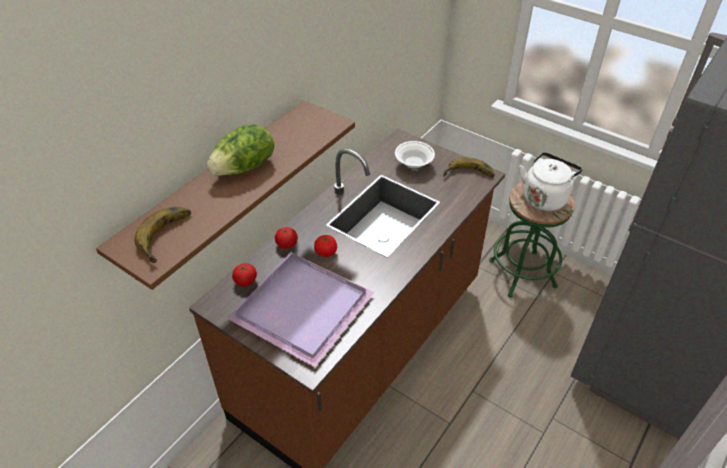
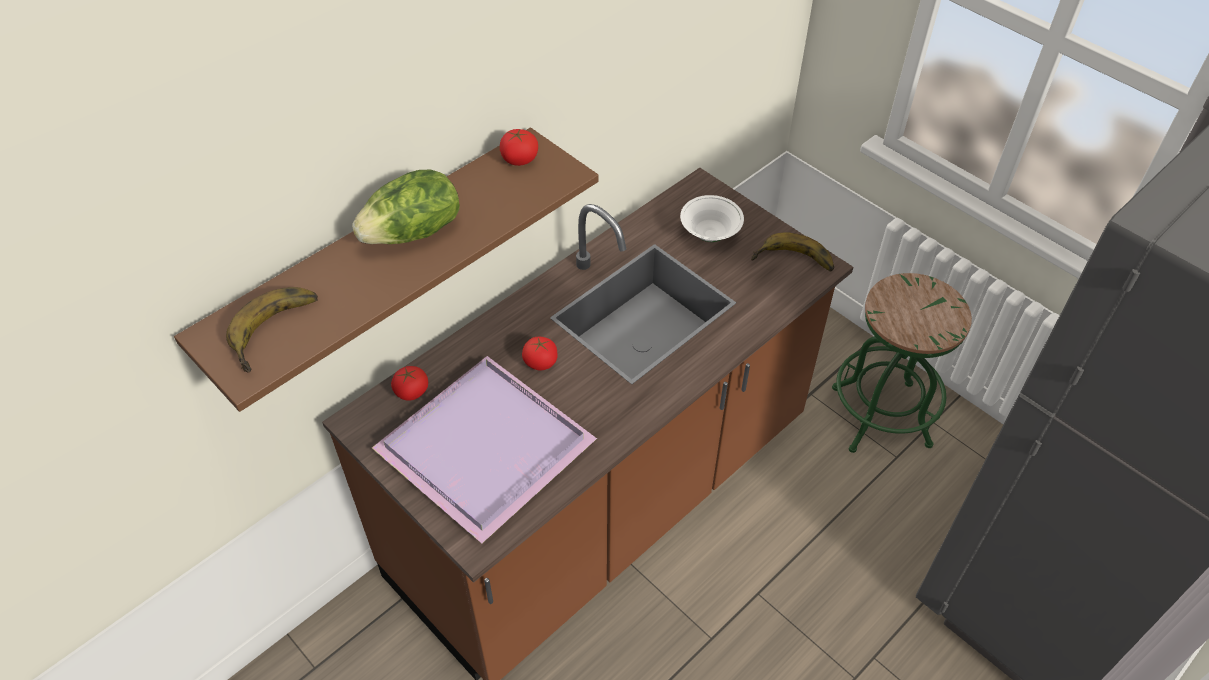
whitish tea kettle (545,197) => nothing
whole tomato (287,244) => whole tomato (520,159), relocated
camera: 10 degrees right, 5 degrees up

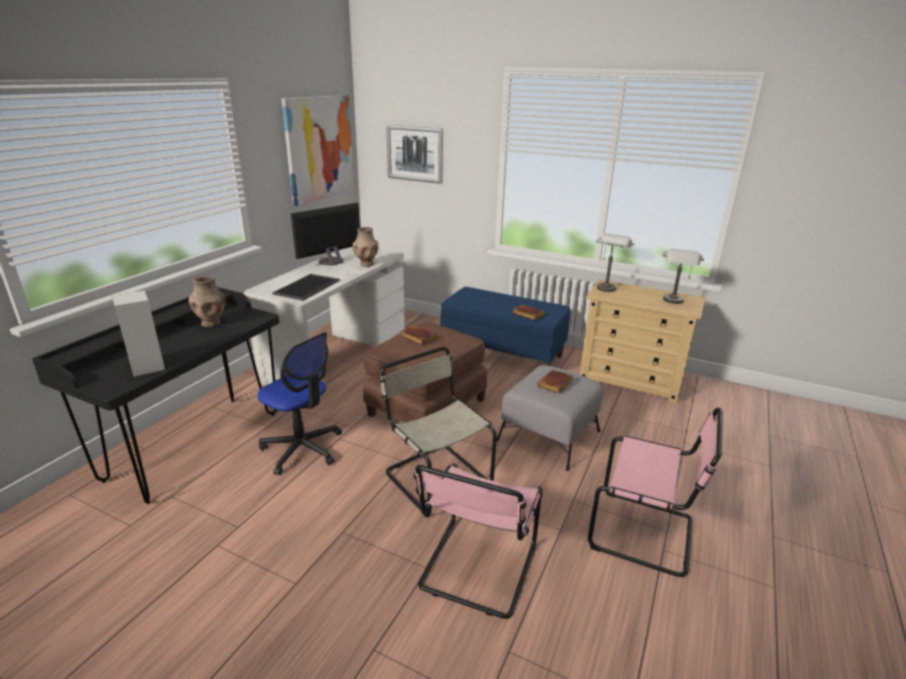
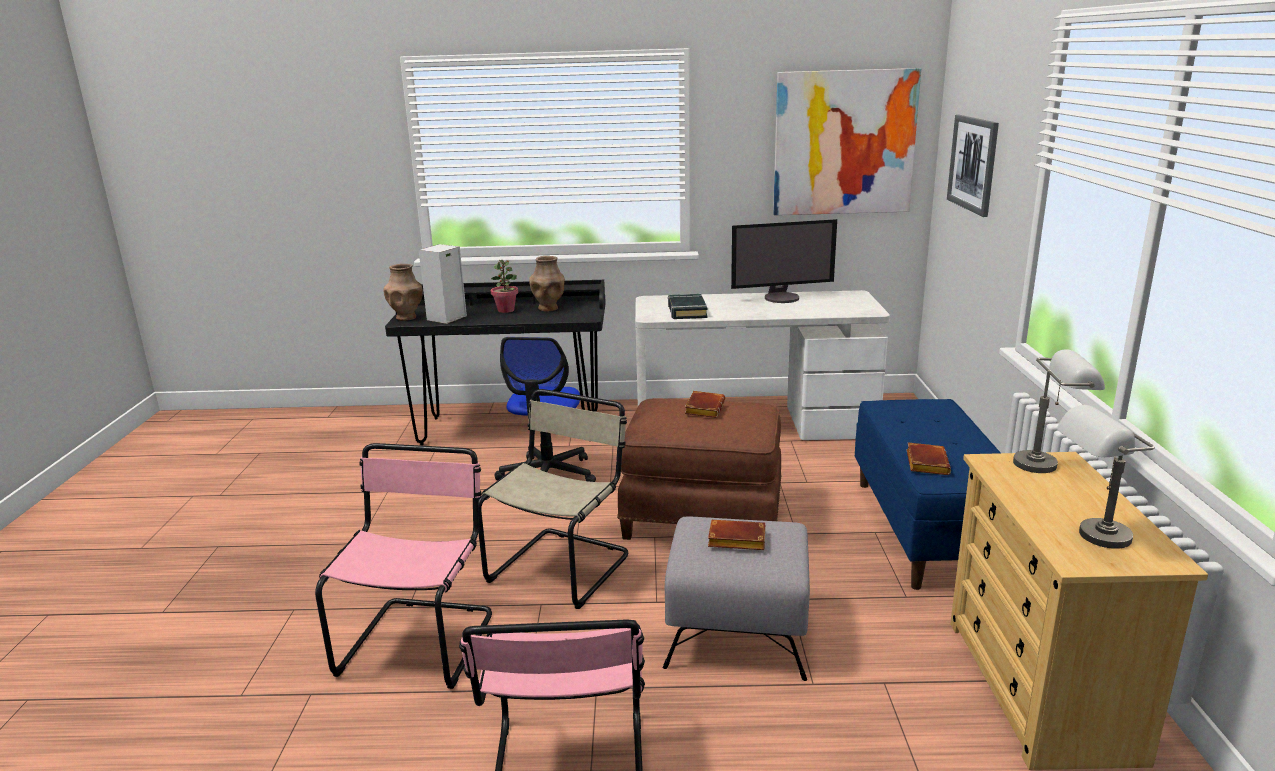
computer display (331,261) => computer display (782,298), 150 degrees clockwise
brown-coloured vase (366,264) => brown-coloured vase (406,317), relocated
tray (307,287) => black-coloured bound book (686,311)
pink-coloured plain chair (476,570) => pink-coloured plain chair (420,640), 105 degrees clockwise
nothing => potted plant (506,310)
camera: 65 degrees right, 5 degrees down

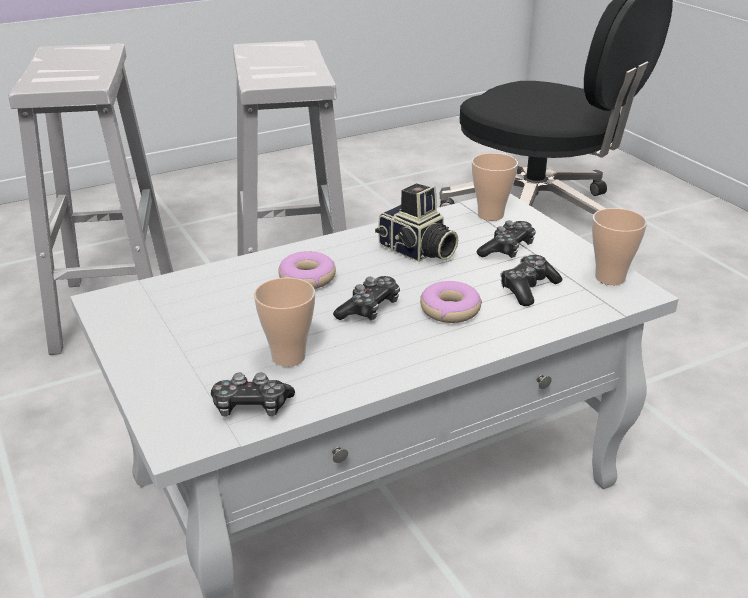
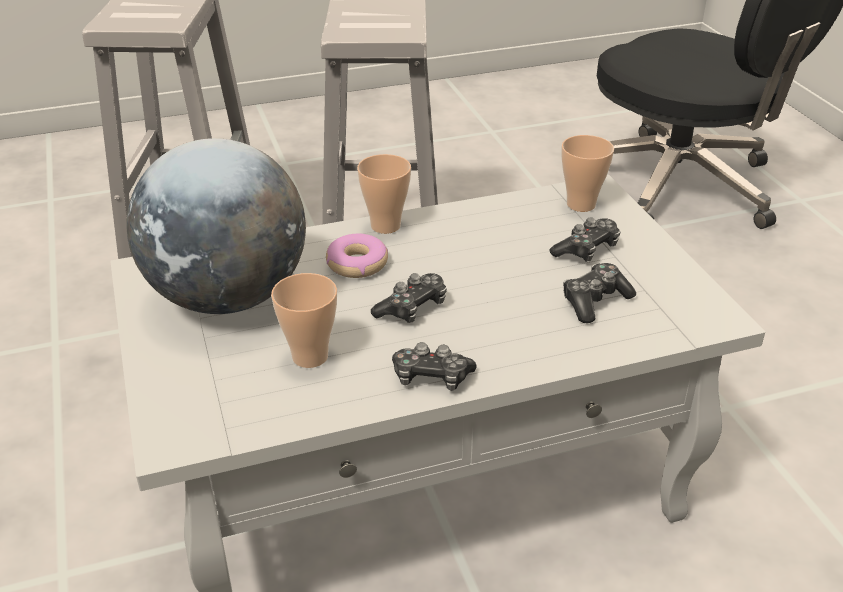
photo camera (416,251) => nothing
drinking cup (610,278) => drinking cup (385,225), relocated
ring doughnut (450,310) => nothing
gamepad (251,407) => gamepad (431,377), relocated
nothing => globe (229,296)
camera: 10 degrees right, 5 degrees up

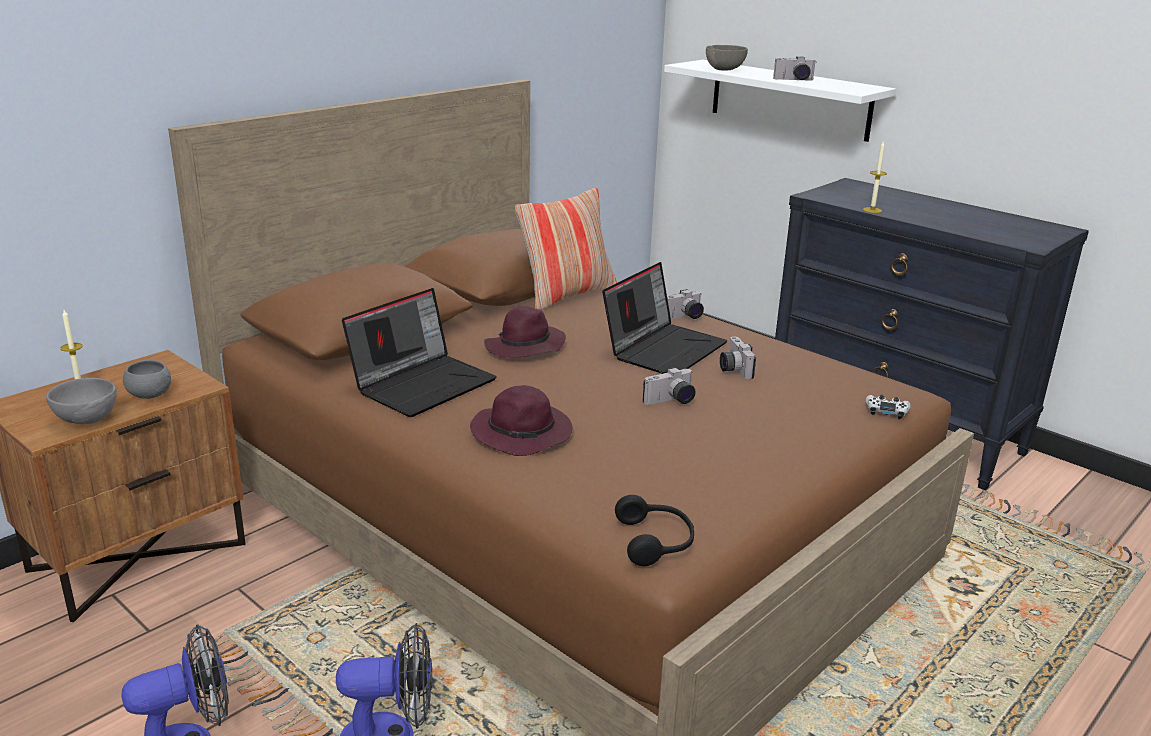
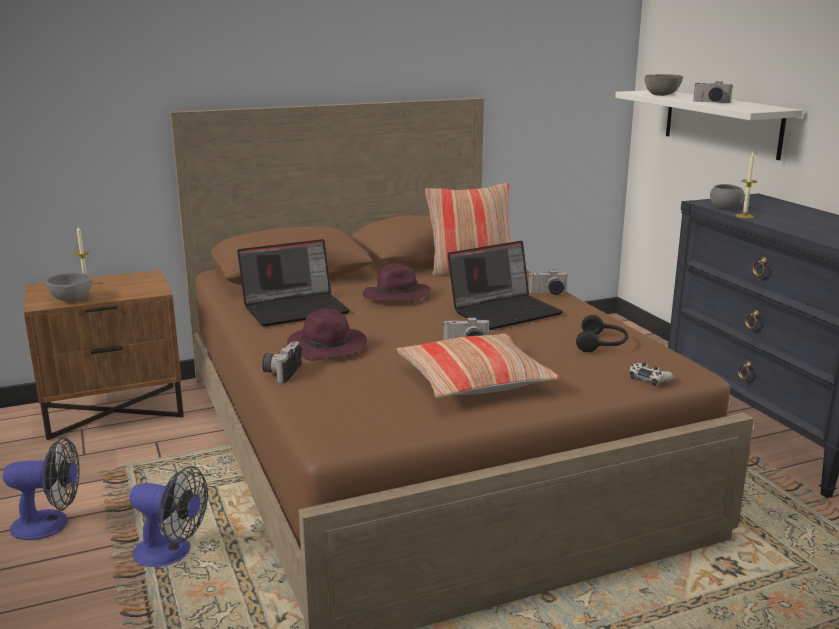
photo camera (732,369) => photo camera (281,372), relocated
grey serving bowl (149,395) => grey serving bowl (725,209), relocated
black-coloured headset (656,542) => black-coloured headset (602,344), relocated
nothing => throw pillow (474,381)
camera: 25 degrees right, 5 degrees down

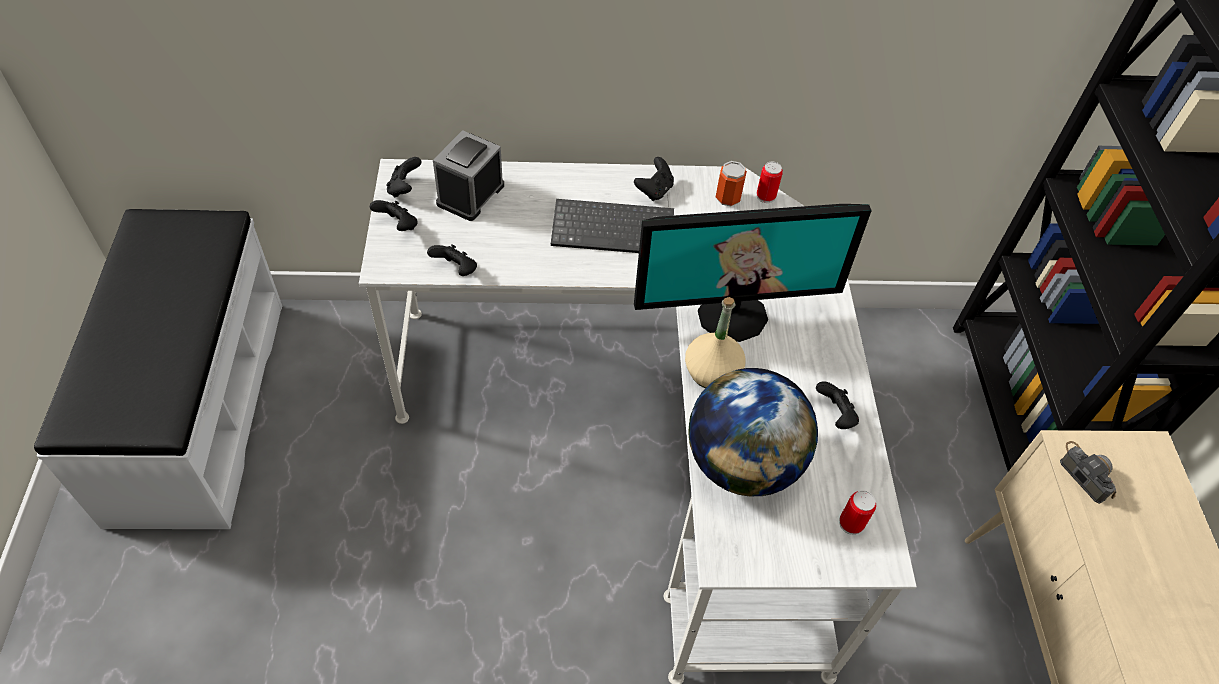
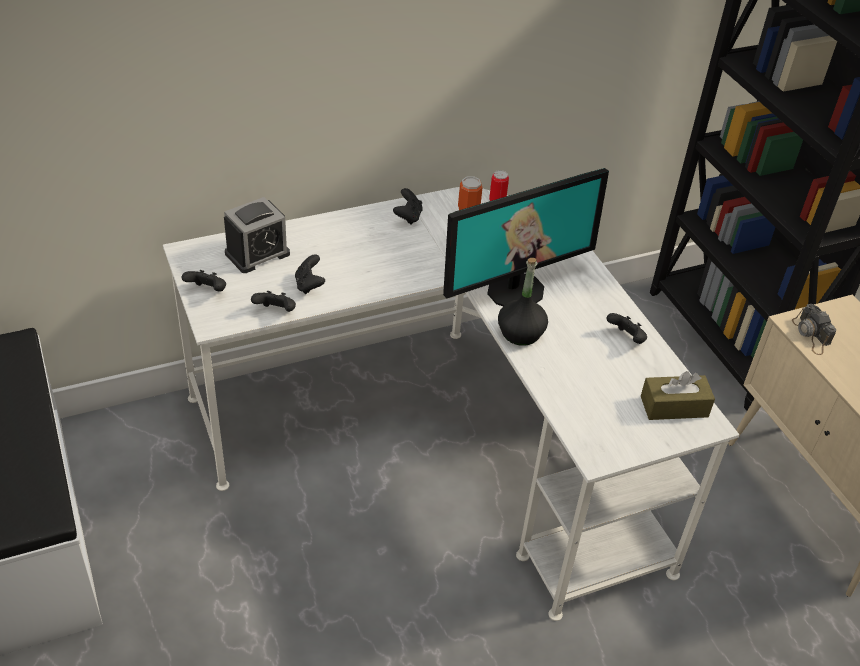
alarm clock (470,194) => alarm clock (257,253), 135 degrees counterclockwise
black-coloured gamepad (404,188) => black-coloured gamepad (309,285), relocated
PC keyboard (614,228) => nothing
beige bottle (711,372) => black-coloured bottle (520,333)
globe (742,463) => nothing
photo camera (1085,472) => photo camera (811,335), 150 degrees counterclockwise
sealed can (851,523) => brown-coloured tissue holder (674,406)
camera: 20 degrees left, 10 degrees down

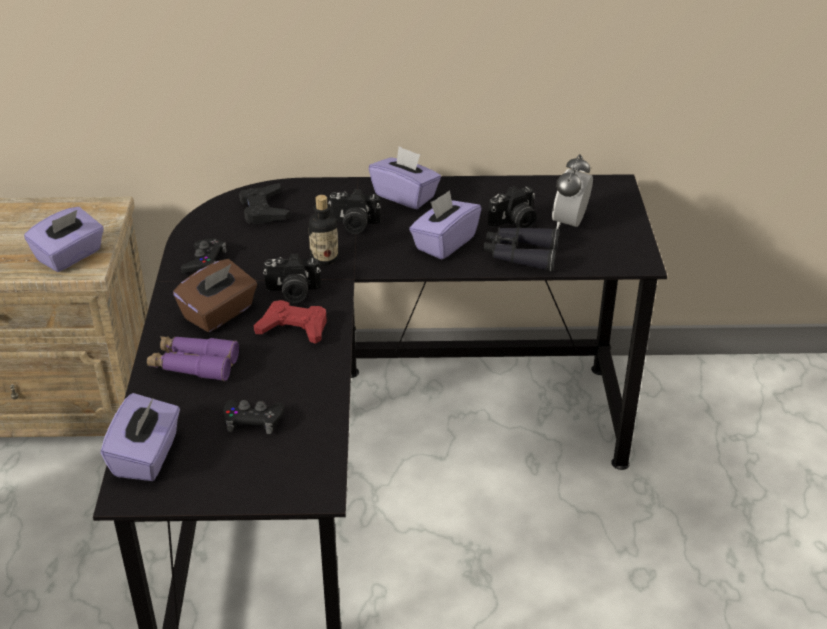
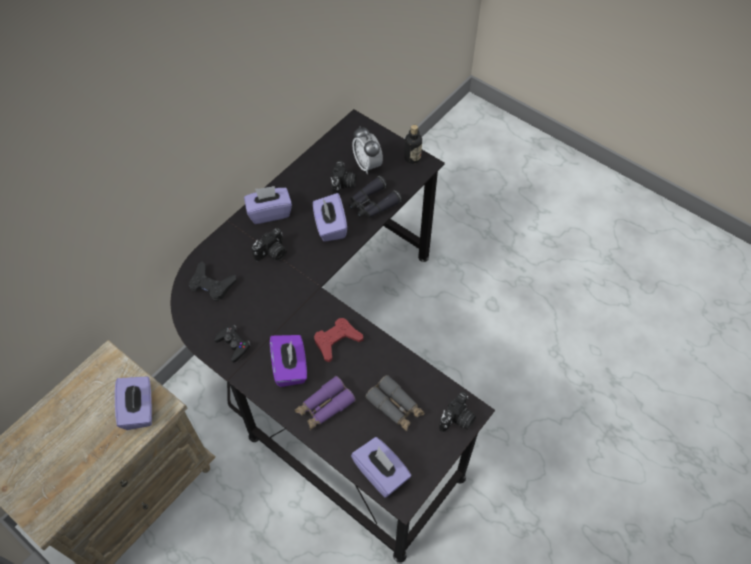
bottle (324,258) => bottle (412,158), relocated
photo camera (293,292) => photo camera (457,420), relocated
brown-coloured tissue holder (219,313) => purple-coloured tissue holder (290,367)
black-coloured gamepad (253,420) => grey field glasses (395,407)
camera: 50 degrees left, 20 degrees up

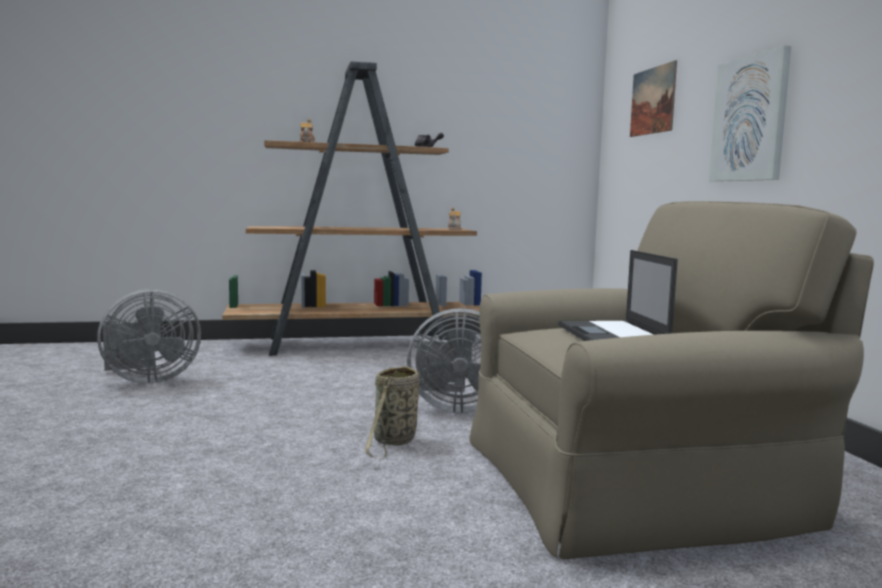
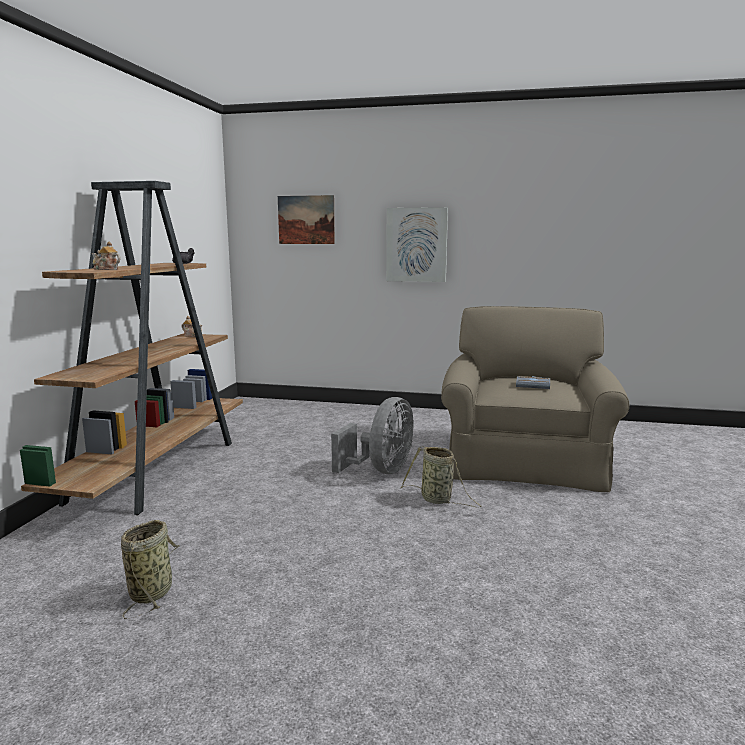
notebook computer (613,334) => grey bound book (533,385)
grey electric fan (147,380) => storage basket (152,591)
camera: 65 degrees left, 5 degrees up

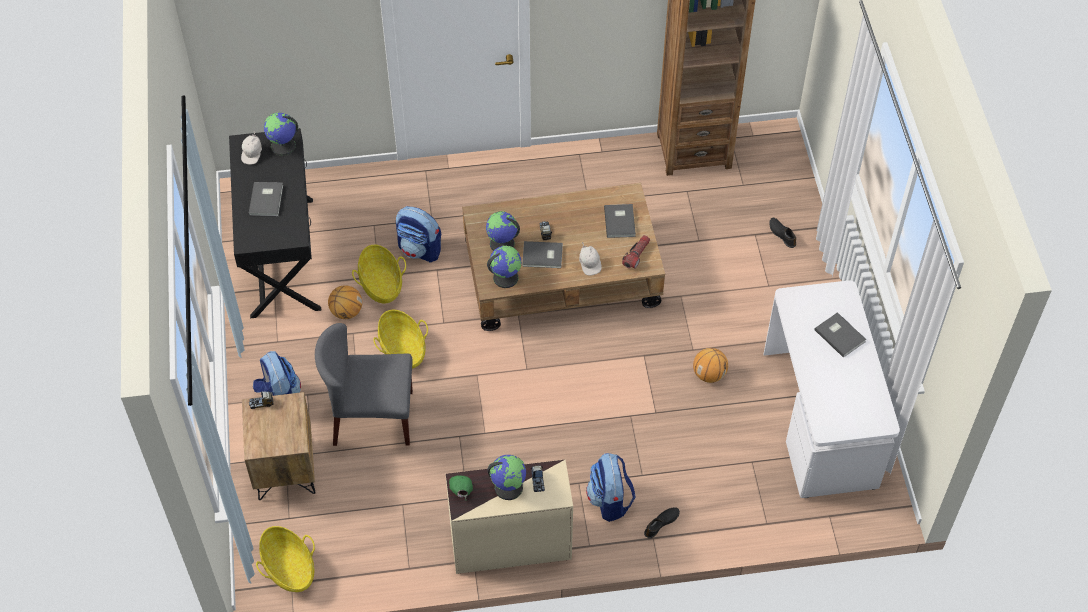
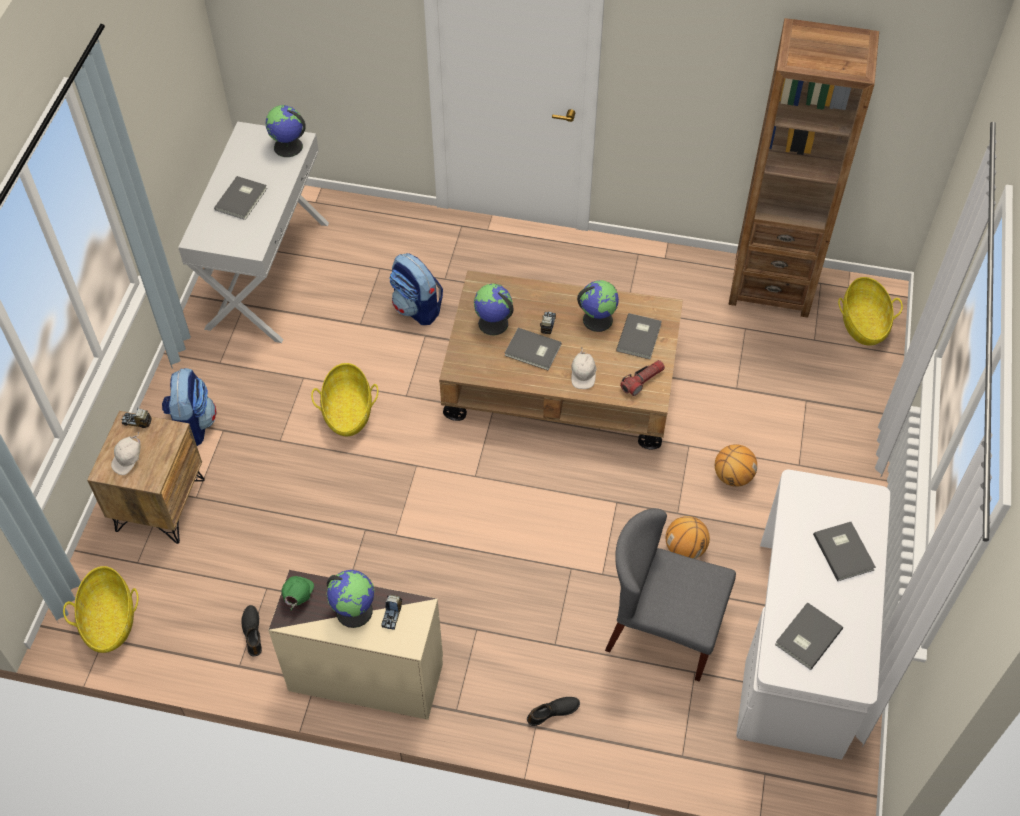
black-coloured hall table (281,257) => whitish hall table (267,274)
whitish peaked cap (253,154) => whitish peaked cap (129,460), relocated
black-coloured item of footwear (782,234) => black-coloured item of footwear (253,632), relocated
storage basket (381,284) => storage basket (863,323), relocated
globe (505,277) => globe (597,319), relocated
basketball ball (346,312) => basketball ball (732,476), relocated
grey plain chair (372,418) => grey plain chair (662,630), relocated
knapsack (610,500) => nothing
nothing => grey bound book (806,636)
camera: 20 degrees right, 0 degrees up

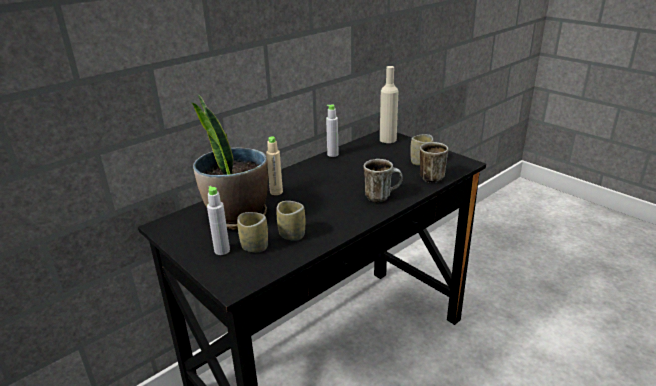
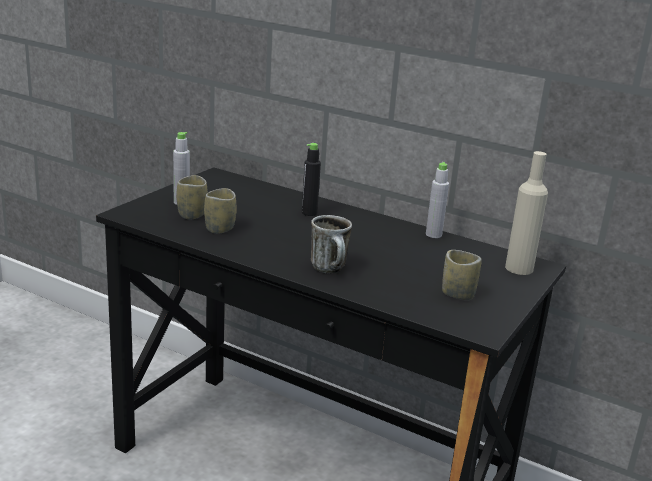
potted plant (237,216) => nothing
beige bottle (276,192) => black-coloured bottle (309,213)
tea mug (432,176) => nothing
camera: 70 degrees right, 5 degrees down

